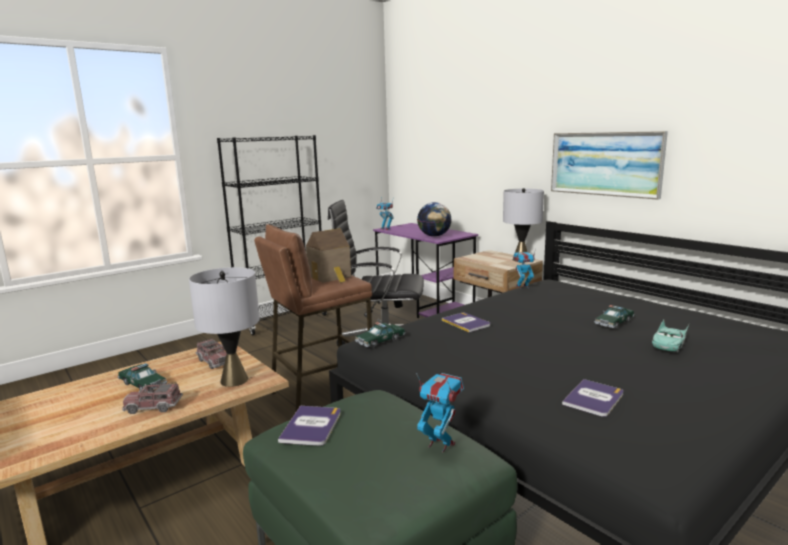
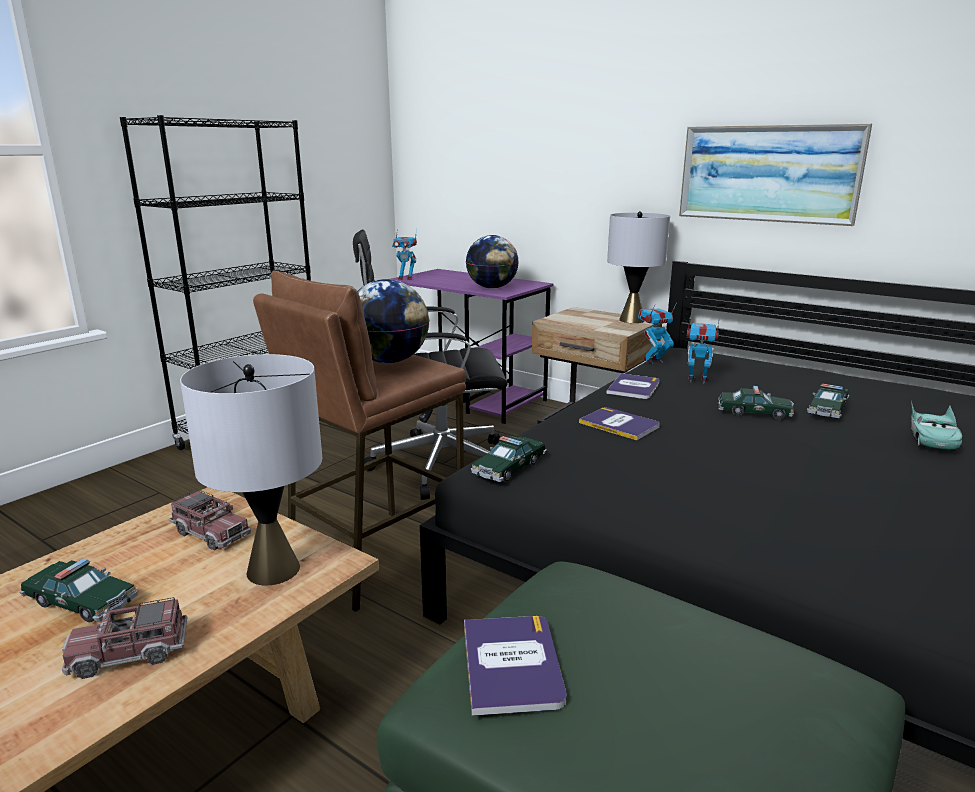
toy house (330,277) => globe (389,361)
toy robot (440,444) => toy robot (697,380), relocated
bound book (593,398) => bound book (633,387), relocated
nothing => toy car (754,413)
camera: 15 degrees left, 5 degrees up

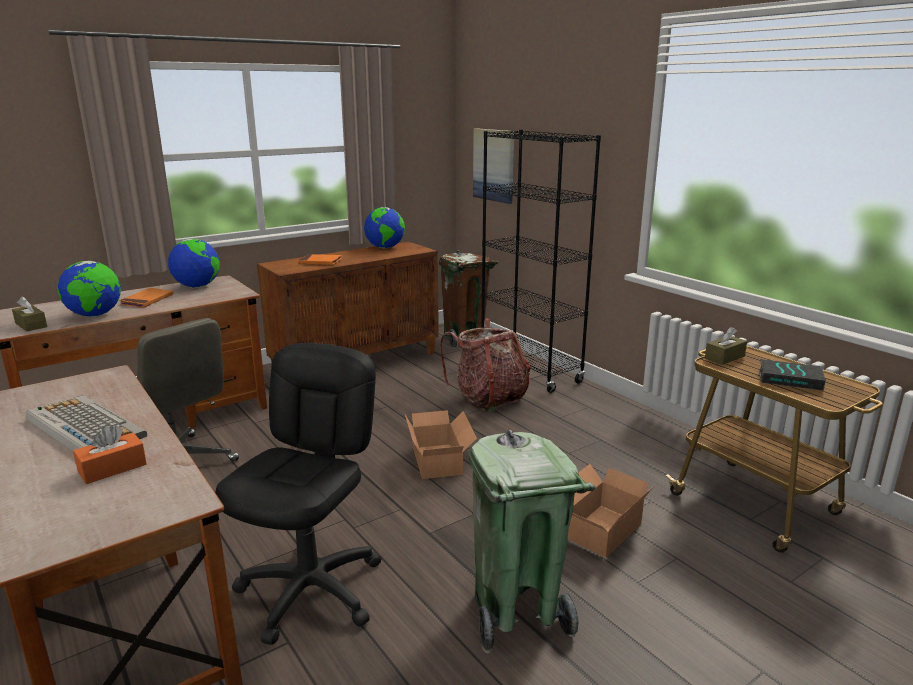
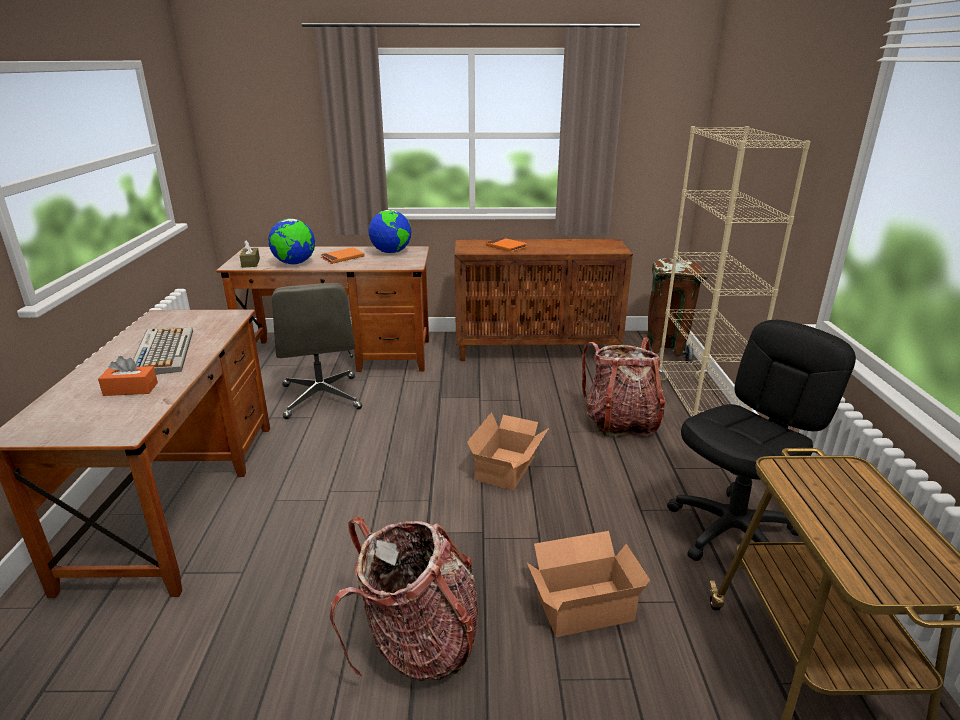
wall art (494,165) => nothing
black-coloured bookshelf (530,371) => beige bookshelf (698,406)
globe (385,248) => nothing
brown-coloured tissue holder (724,357) => nothing
black-coloured office chair (311,590) => black-coloured office chair (733,532), relocated
bound book (790,379) => nothing
green rubbish bin (517,612) => knapsack (418,643)
camera: 35 degrees right, 5 degrees up

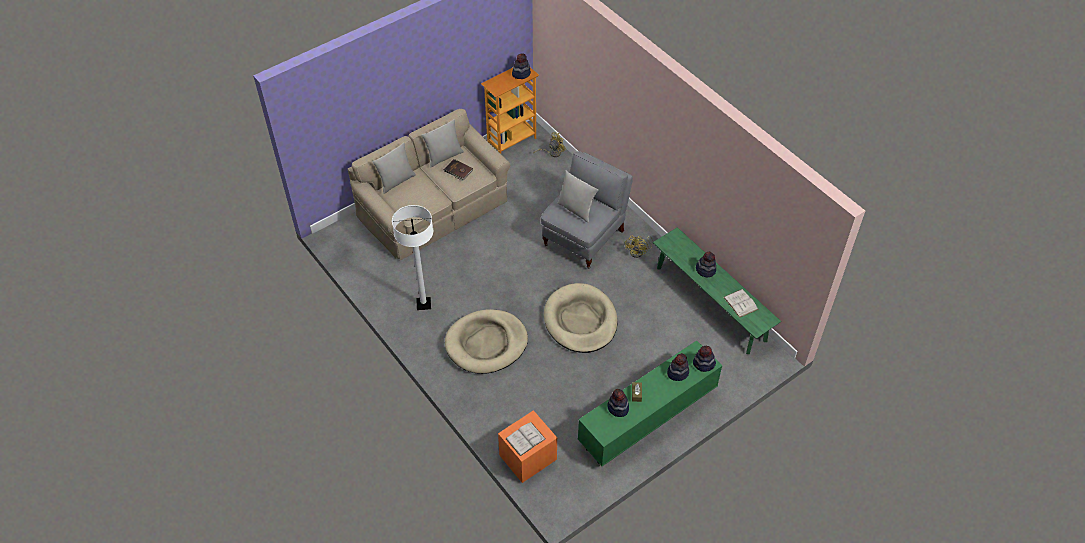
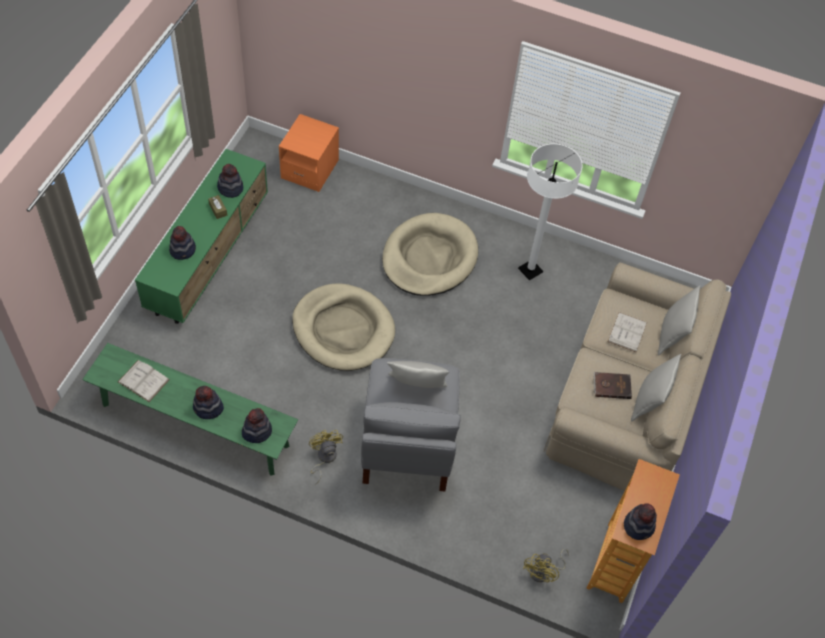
clothing hat (703,364) => clothing hat (257,431), relocated
whitish bound book (525,439) => whitish bound book (627,332), relocated
camera: 145 degrees right, 5 degrees up

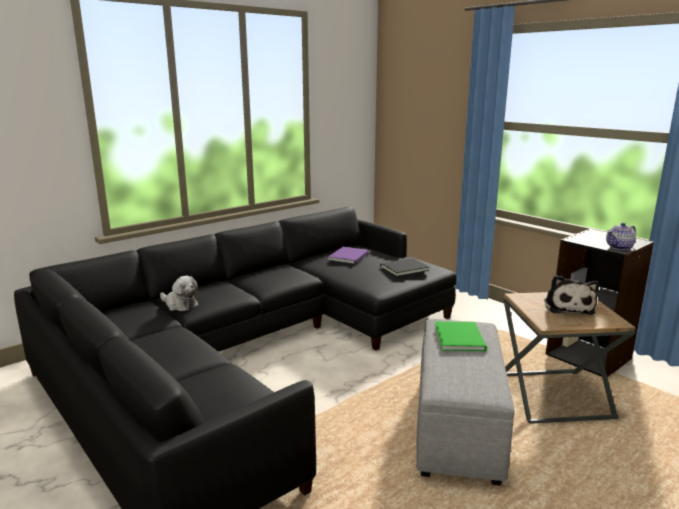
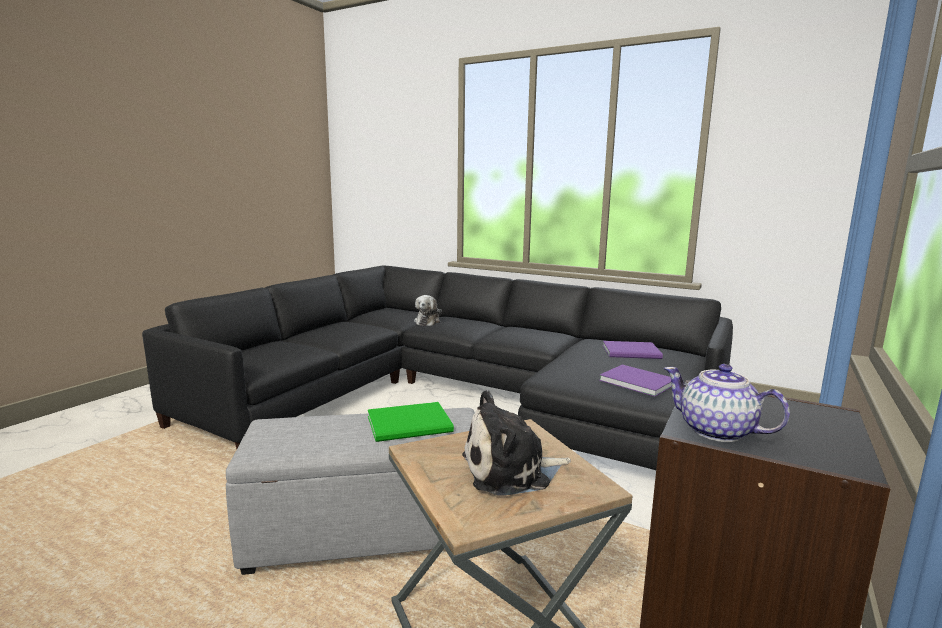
black-coloured bound book (402,268) => purple-coloured bound book (636,381)
camera: 70 degrees right, 5 degrees down

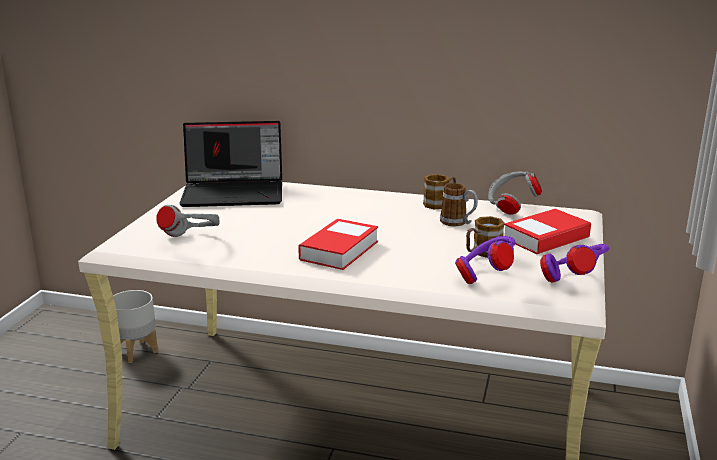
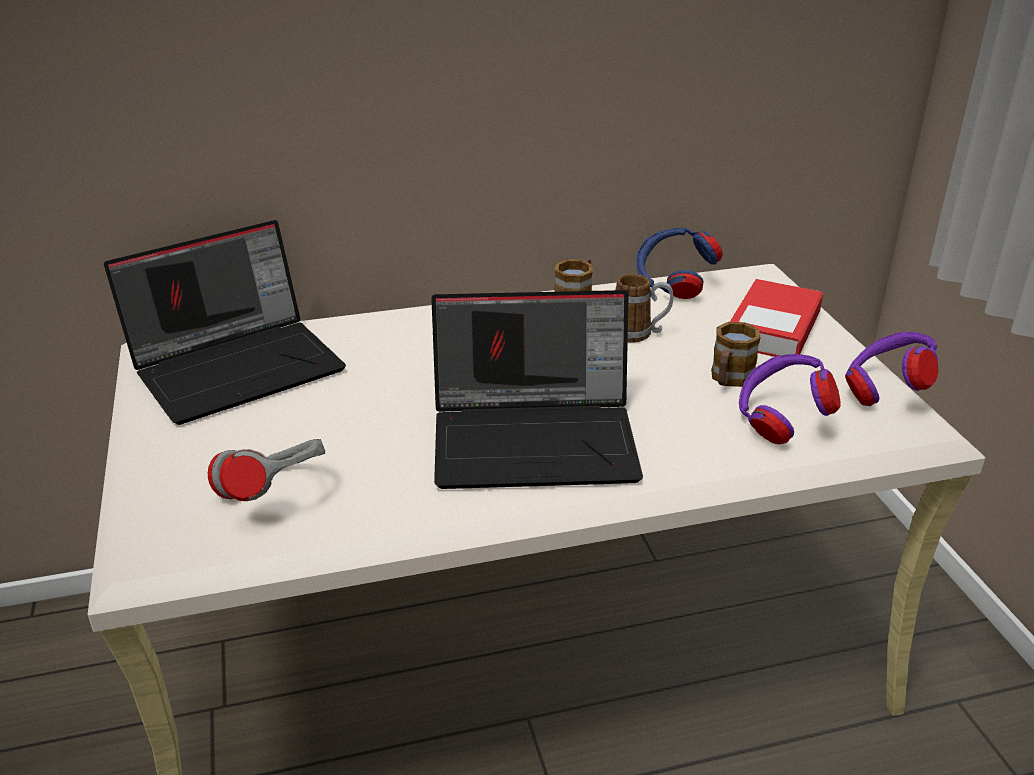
grey headset (511,207) => blue headset (673,286)
bound book (339,250) => notebook computer (537,438)
grey plant pot (137,351) => nothing
camera: 30 degrees left, 10 degrees up

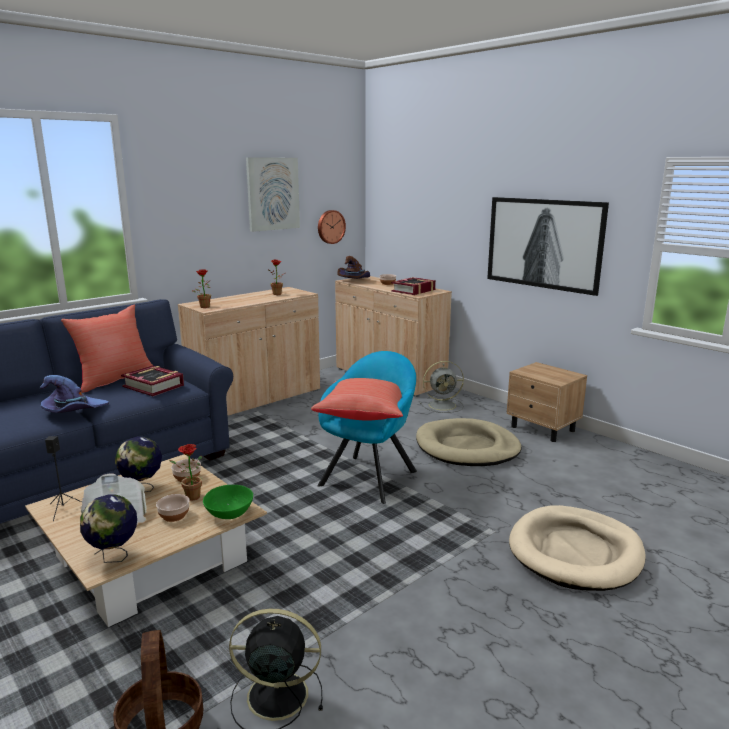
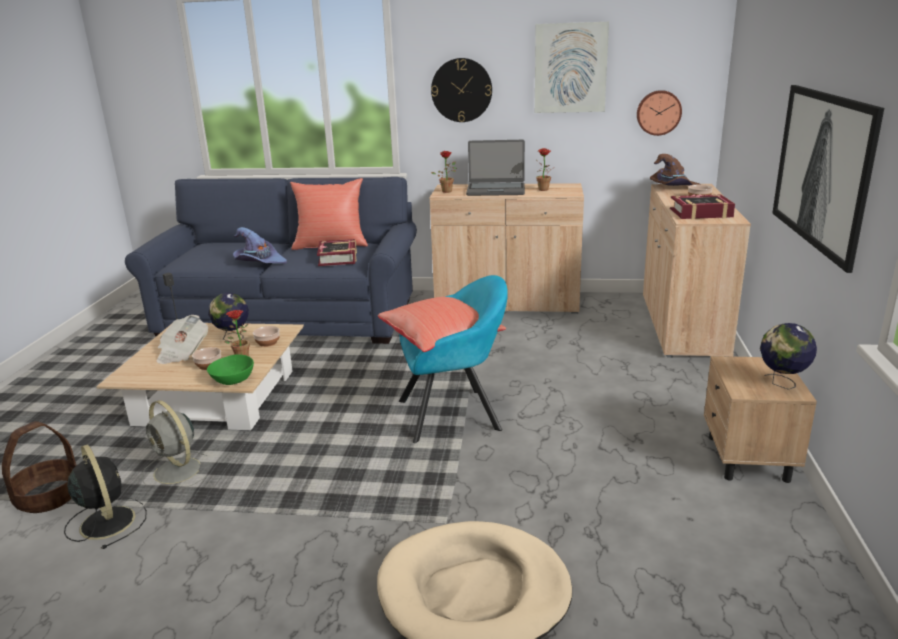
grey electric fan (443,405) => grey electric fan (178,472), relocated
beige dog bed (467,447) => nothing
globe (114,557) => globe (782,383), relocated
nothing => hanging clock (461,90)
nothing => notebook computer (496,190)
camera: 50 degrees right, 5 degrees up

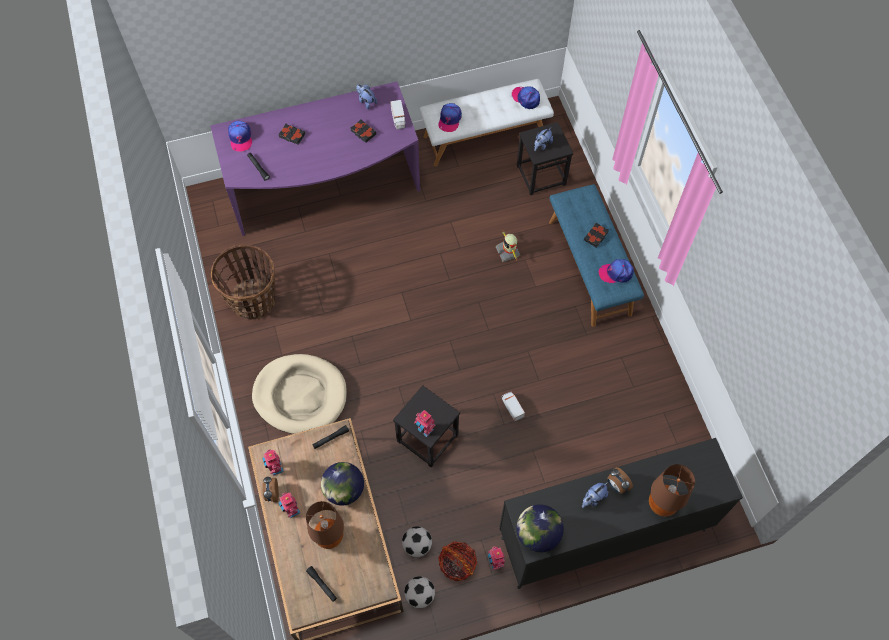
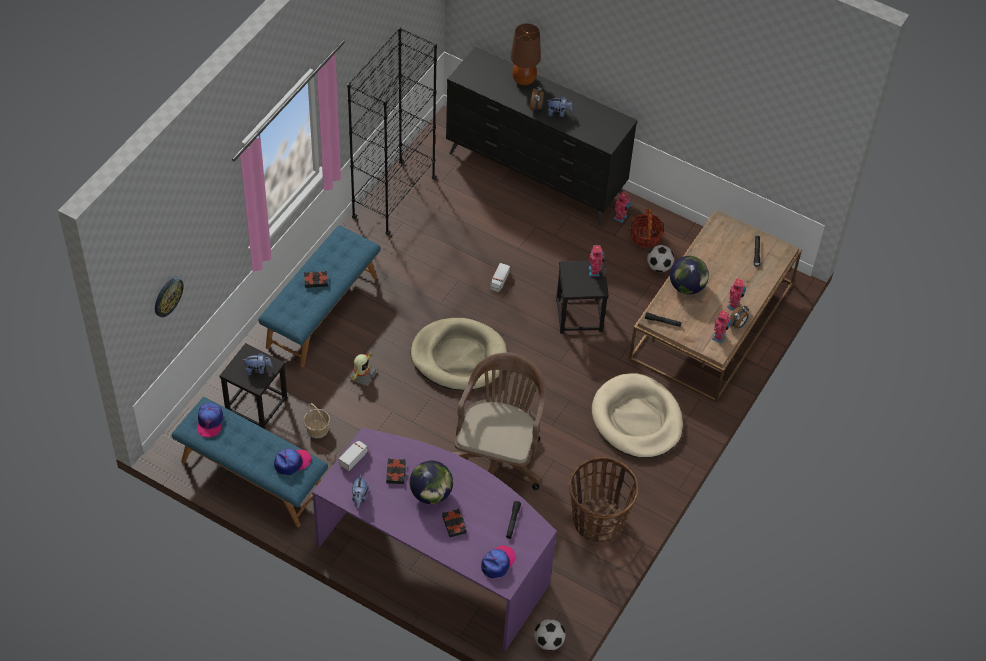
whitish bench (484,136) => blue bench (252,477)
peaked cap (616,273) => nothing
brown-coloured tabletop lamp (330,536) => nothing
globe (537,534) => globe (431,494), relocated
ball for football (420,595) => ball for football (548,642), relocated
nothing => black-coloured bookshelf (394,198)
nothing => hanging clock (167,296)
nothing => beige dog bed (459,357)
nothing => brown-coloured office chair (498,457)
nothing => storage basket (317,429)
camera: 135 degrees left, 10 degrees down

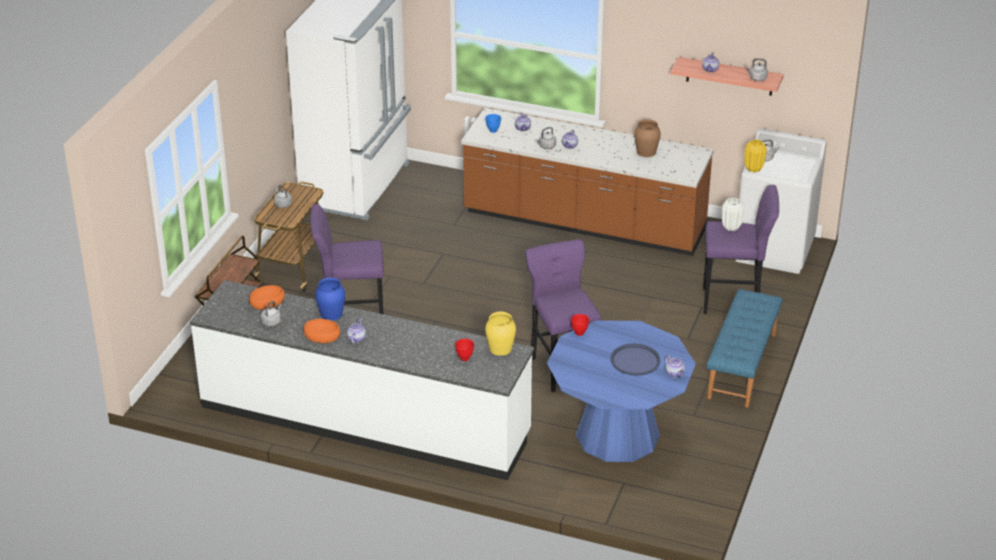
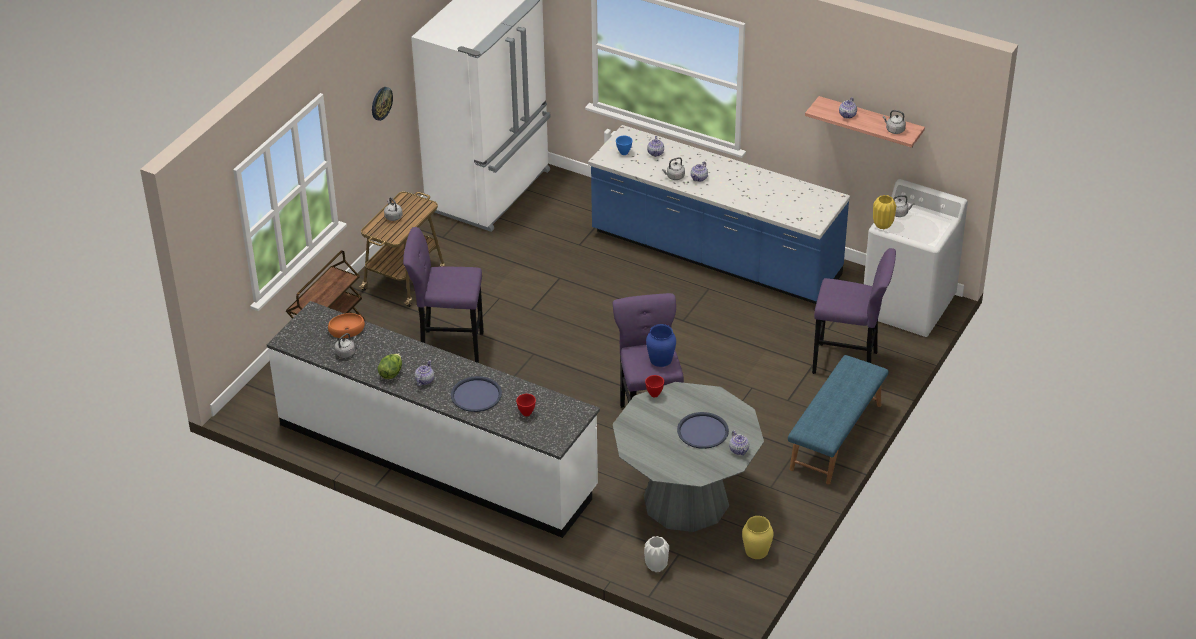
brown-coloured kitchen counter (584,223) => blue kitchen counter (715,255)
brown-coloured vase (646,152) => nothing
whitish vase (731,227) => whitish vase (656,566), relocated
blue vase (331,314) => blue vase (660,359), relocated
yellowish vase (500,348) => yellowish vase (756,550), relocated
orange serving bowl (321,335) => lettuce (391,373)
blue kitchen table (617,435) => grey kitchen table (686,500)
nothing => hanging clock (381,103)
nothing => blue tray (476,395)
camera: 10 degrees right, 5 degrees up

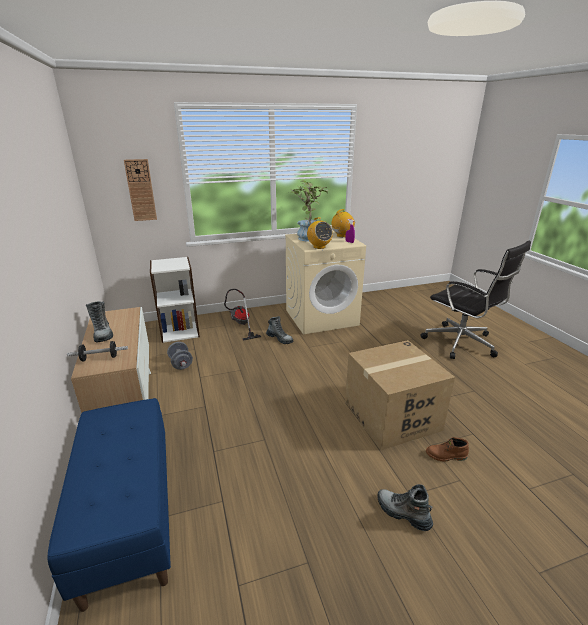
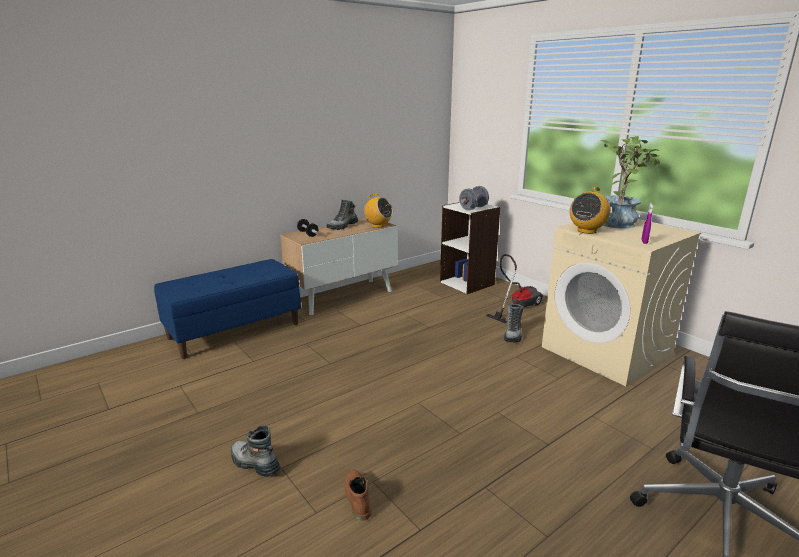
hanging clock (141,190) => nothing
radio (342,235) => radio (378,226), relocated
packing box (391,416) => nothing
grey hand weight (181,364) => grey hand weight (473,208), relocated
high-top boot (403,513) => high-top boot (254,464), 75 degrees counterclockwise
camera: 70 degrees right, 5 degrees down

